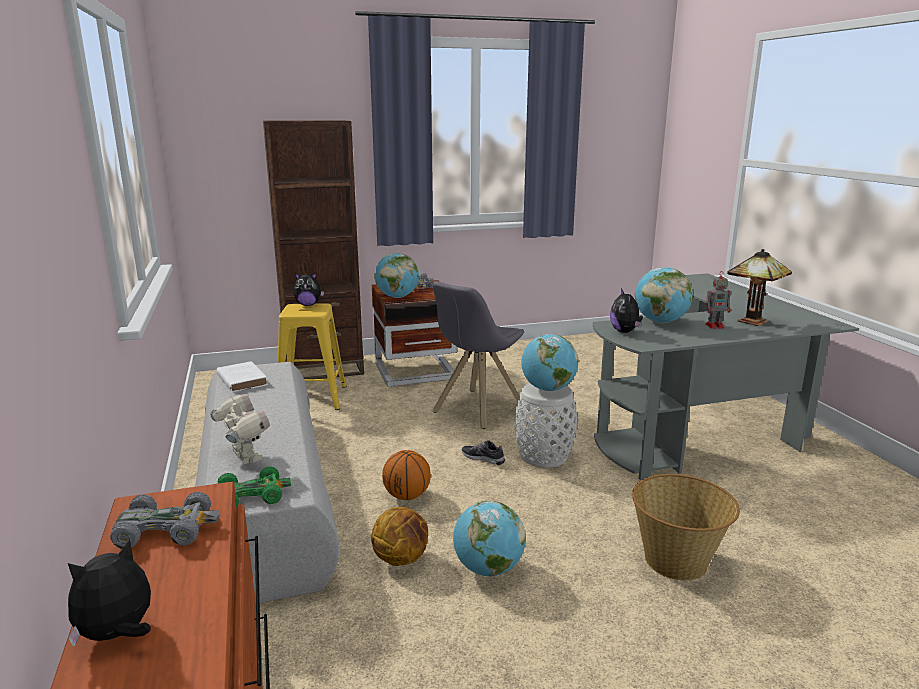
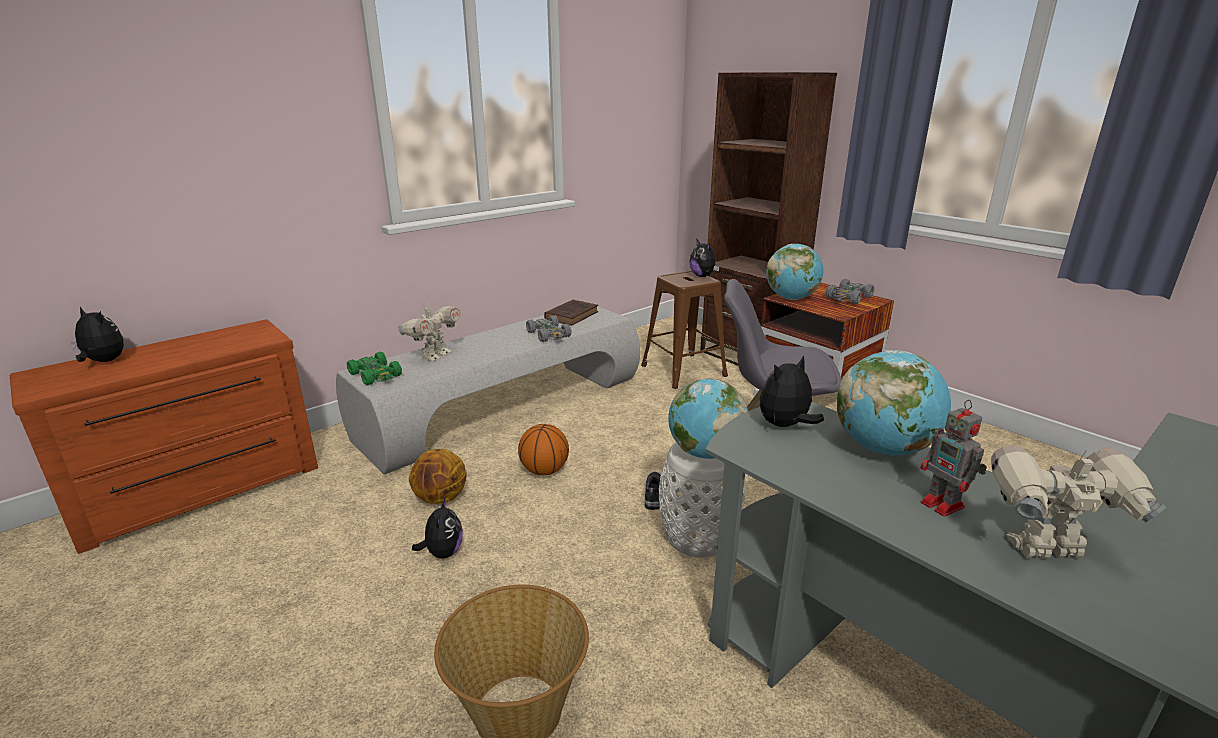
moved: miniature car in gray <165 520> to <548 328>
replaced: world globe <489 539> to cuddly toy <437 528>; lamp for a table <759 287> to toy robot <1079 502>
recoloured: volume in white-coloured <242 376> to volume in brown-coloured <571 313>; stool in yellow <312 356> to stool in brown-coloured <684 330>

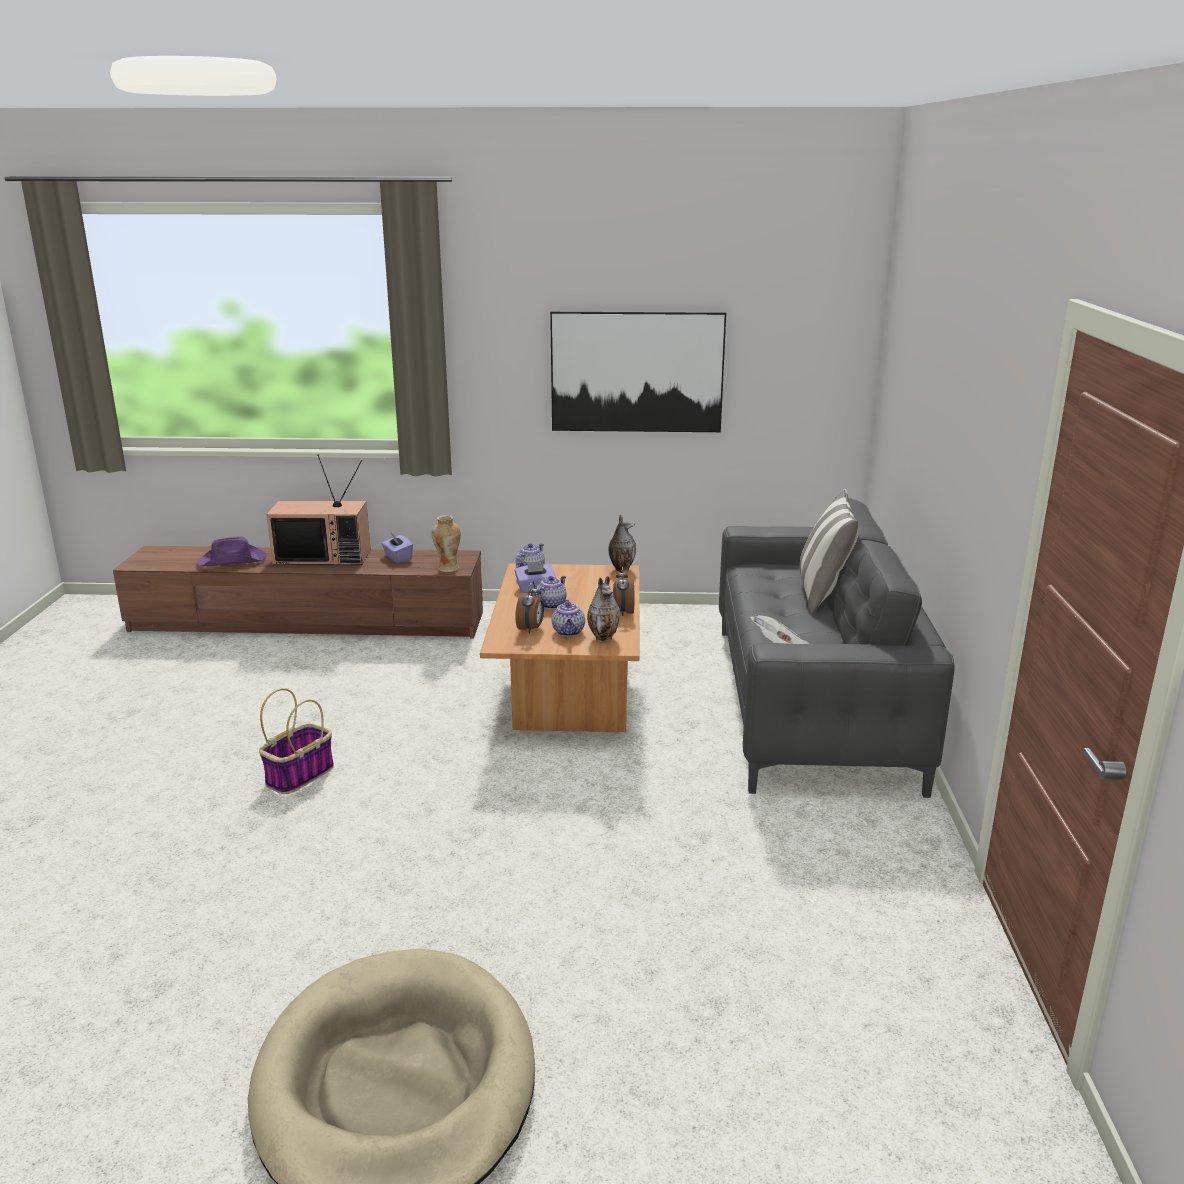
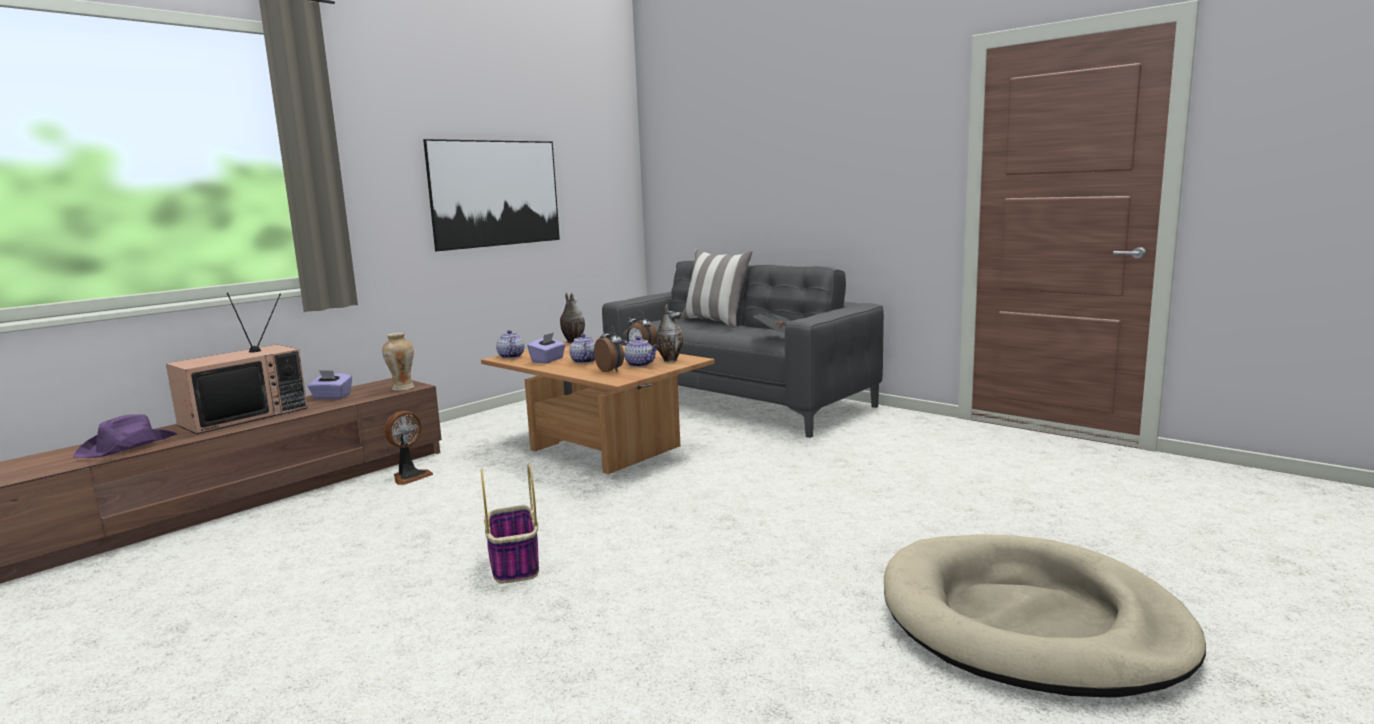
added: electric fan <409 448>

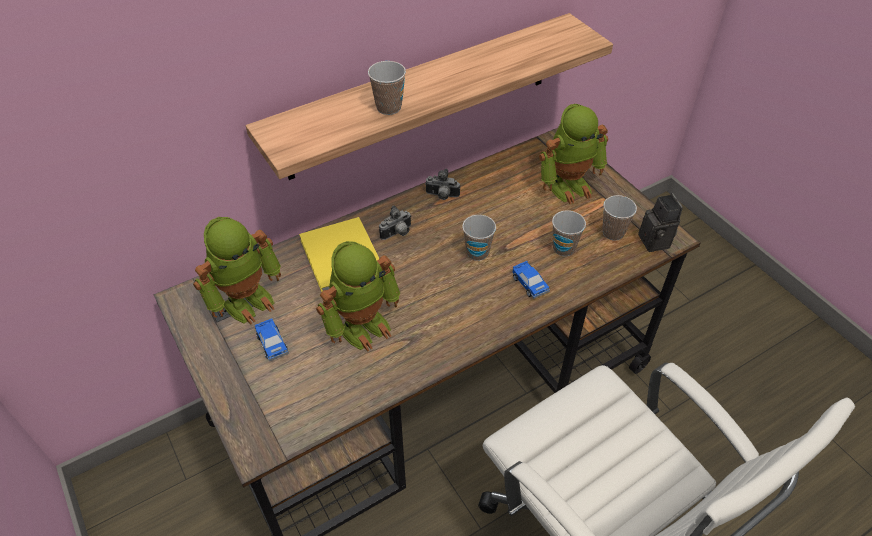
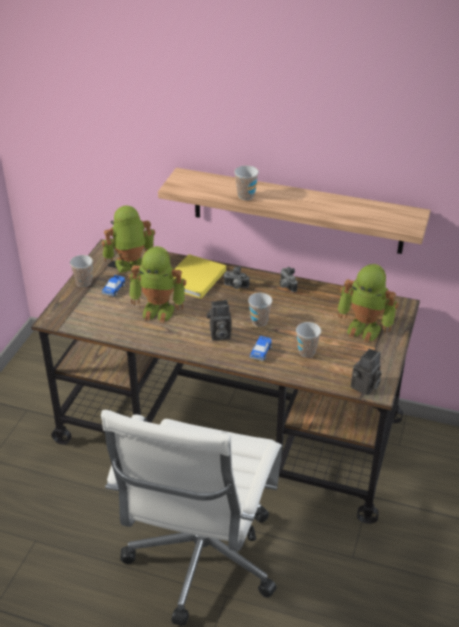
added: photo camera <219 320>
moved: drinking cup <619 218> to <81 271>
turned: toy robot <237 270> = <128 239> 150 degrees clockwise

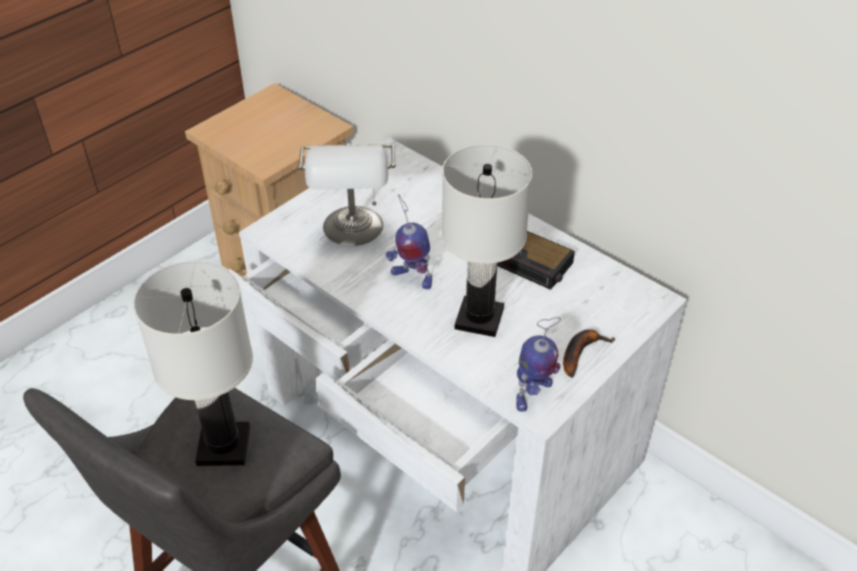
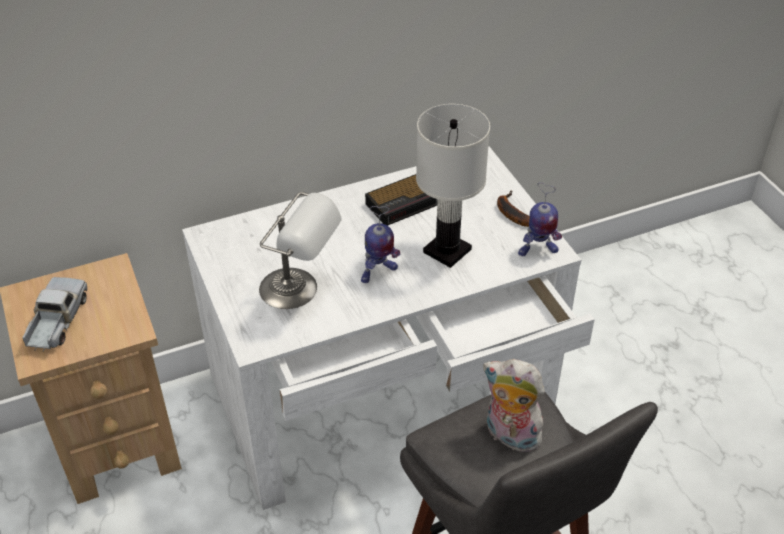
added: model truck <54 314>
replaced: lamp for a table in white-coloured <193 363> to cuddly toy <514 405>
turned: toy robot <538 364> = <540 219> 105 degrees clockwise

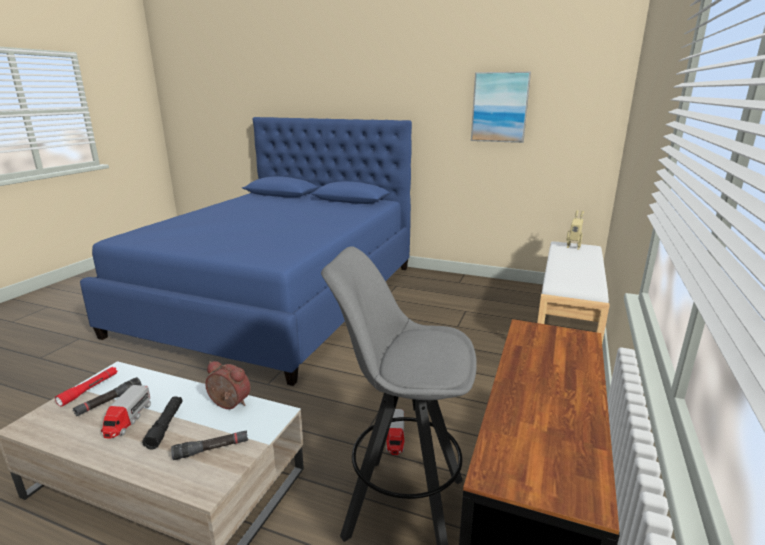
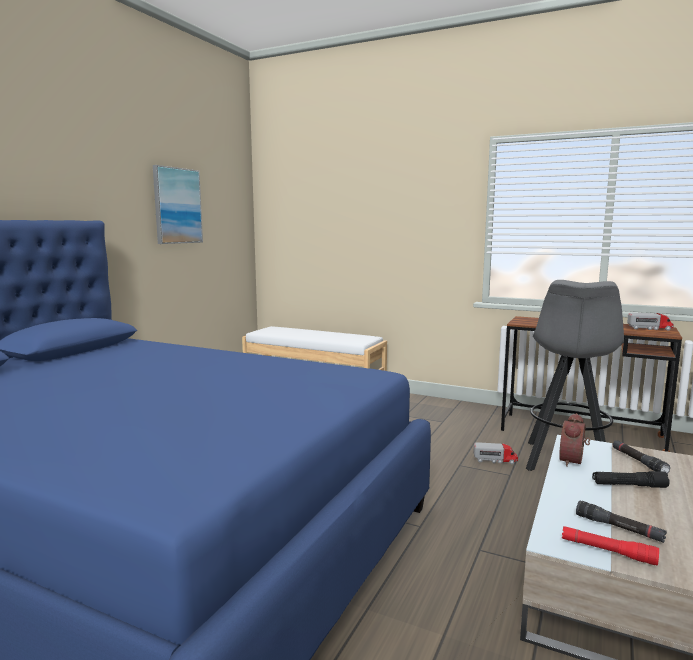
removed: toy robot <575 230>
moved: model truck <126 412> to <650 321>

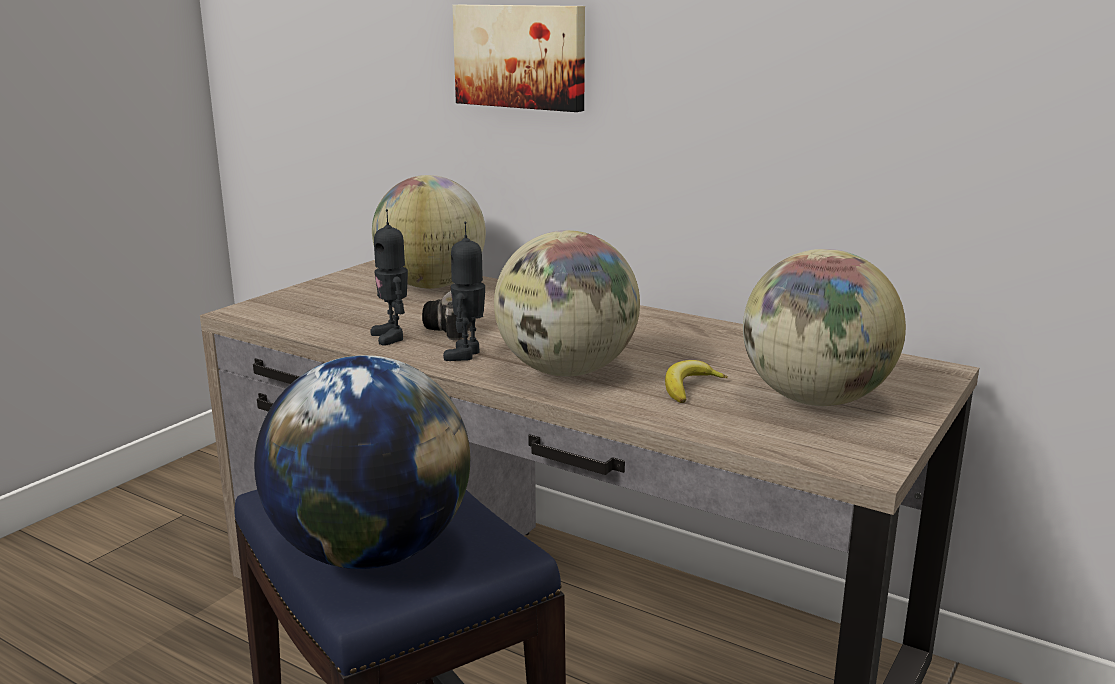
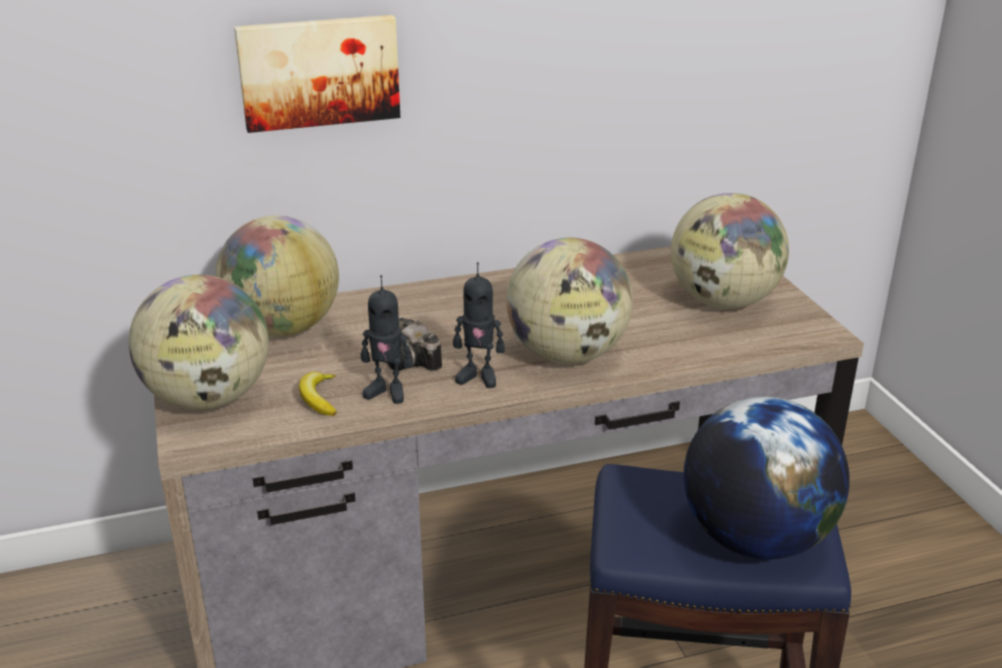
added: world globe <199 342>
moved: whole banana <696 381> to <318 394>
turned: toy robot <464 291> = <479 325> 45 degrees counterclockwise

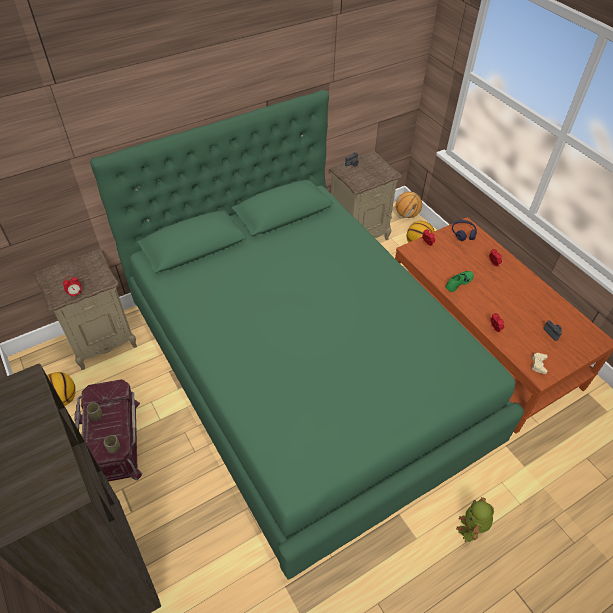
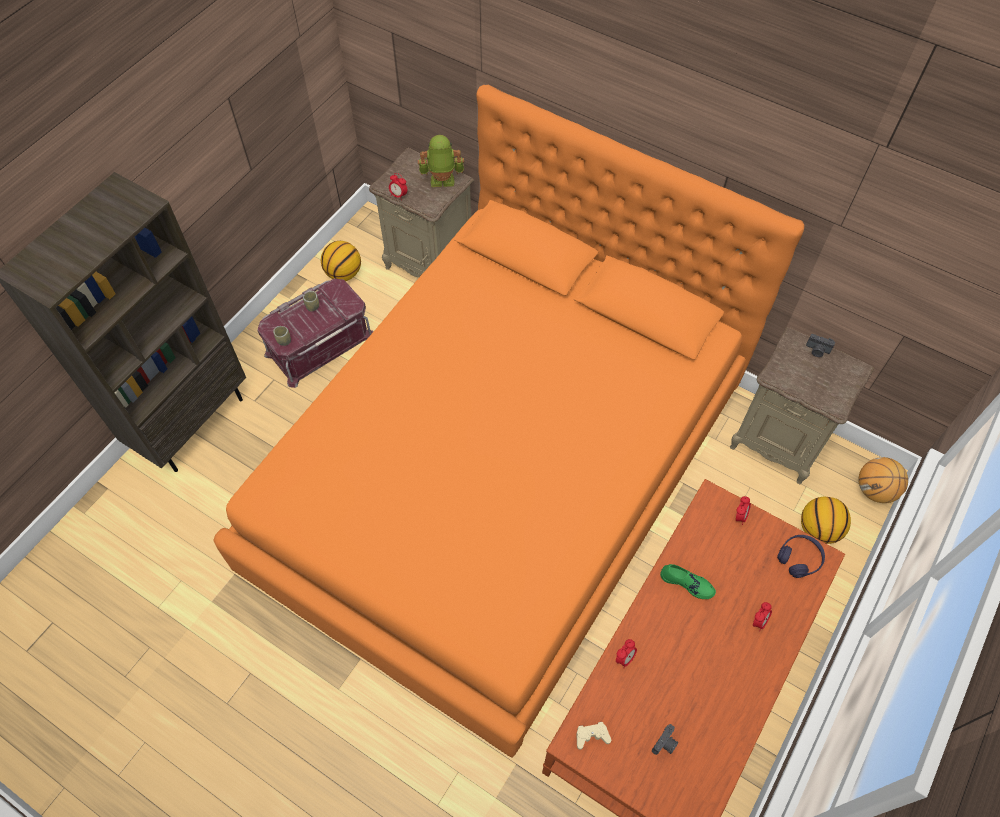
moved: toy robot <475 519> to <441 161>
recoloured: bedroom bed in green-coloured <307 335> to bedroom bed in orange-coloured <508 421>

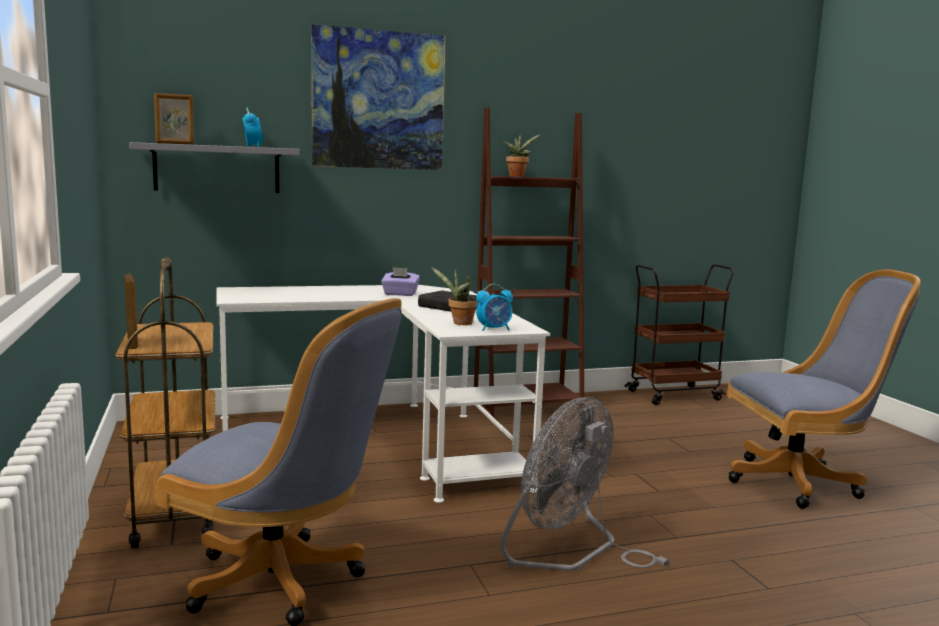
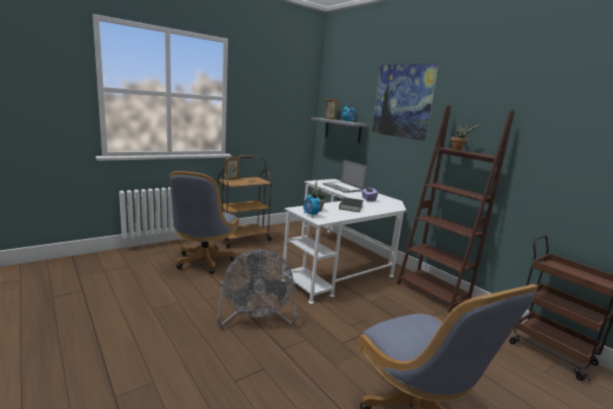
added: notebook computer <345 176>
turned: electric fan in gray <585 484> = <257 288> 150 degrees clockwise

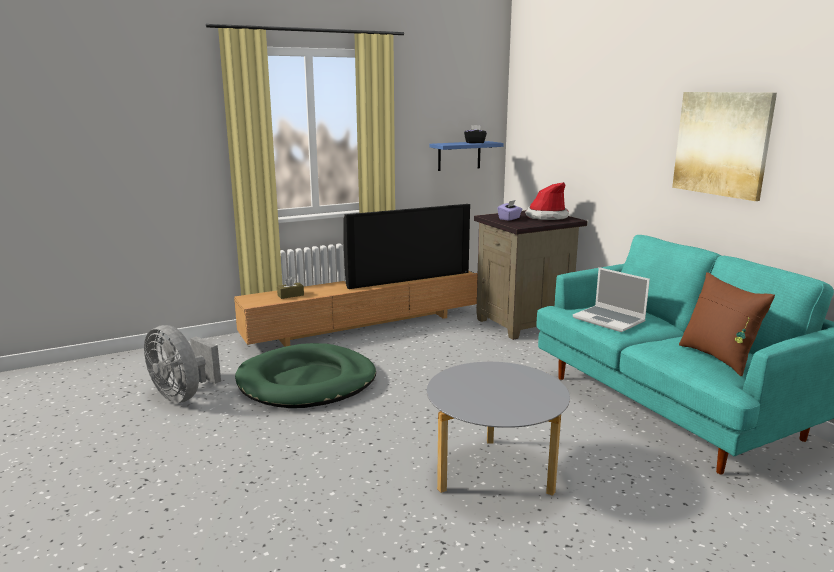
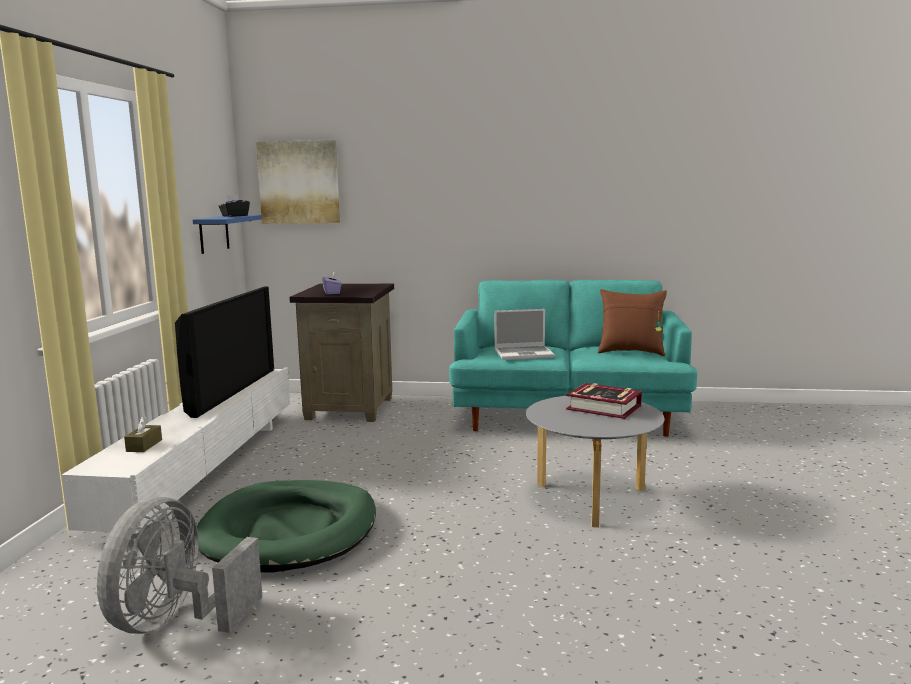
removed: wearable hat <547 201>
added: volume <604 401>
moved: wall picture <724 146> to <298 182>
recoloured: tv unit in brown-coloured <356 309> to tv unit in white-coloured <175 451>
turned: electric fan in gray <182 364> = <179 565> 120 degrees clockwise

